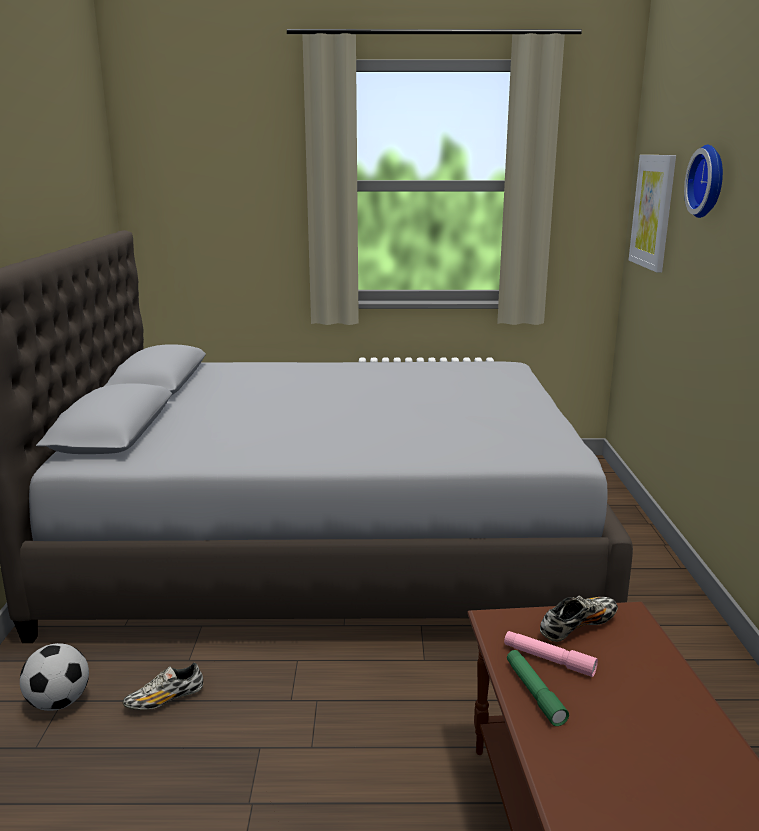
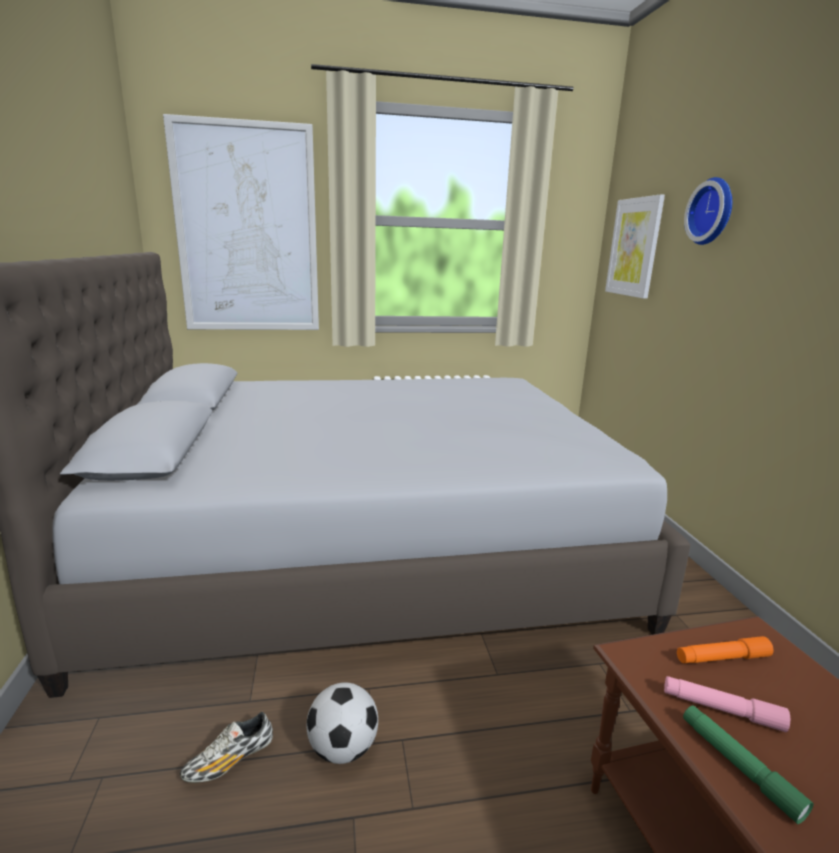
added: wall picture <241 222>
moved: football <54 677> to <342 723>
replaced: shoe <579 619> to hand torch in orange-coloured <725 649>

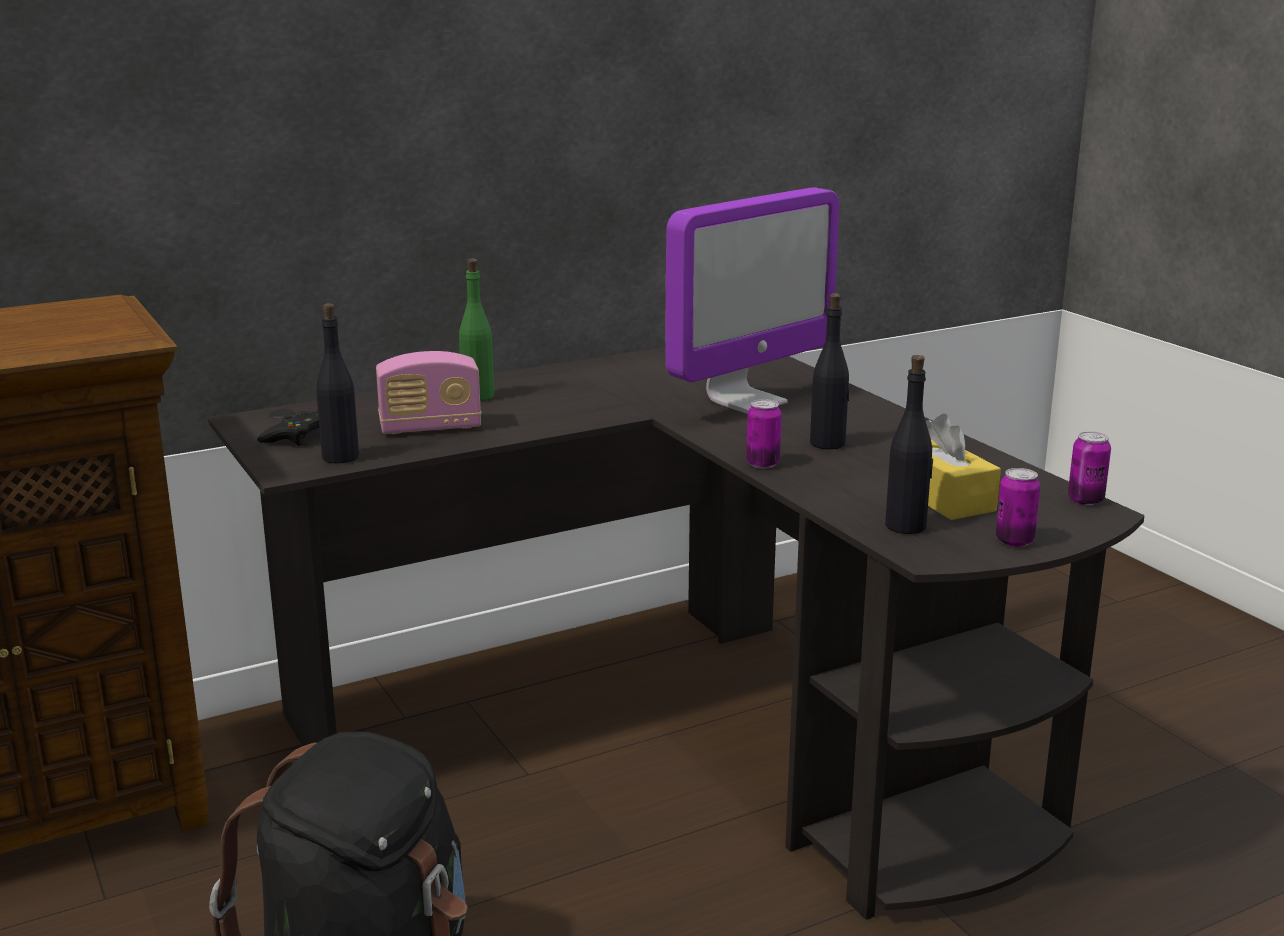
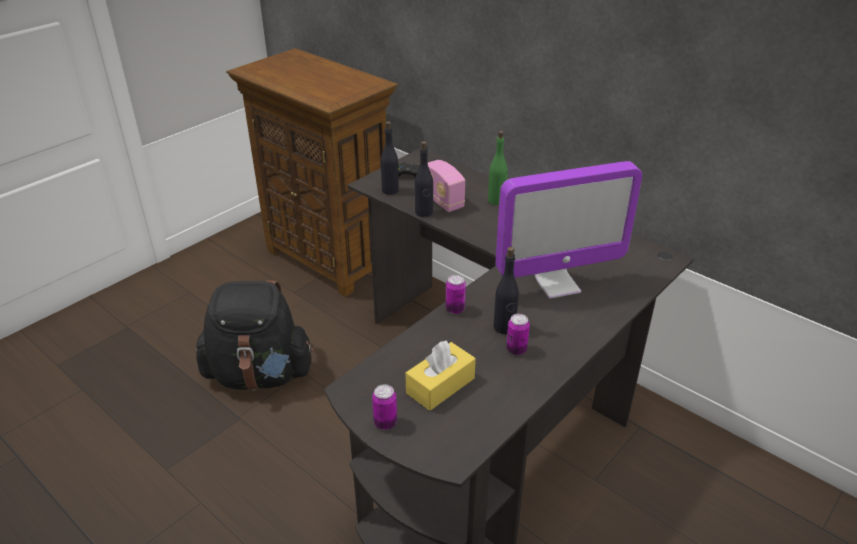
moved: beverage bottle in blackish <909 444> to <424 179>; sealed can <1089 468> to <518 334>
turned: monitor <752 300> = <569 230> 45 degrees counterclockwise

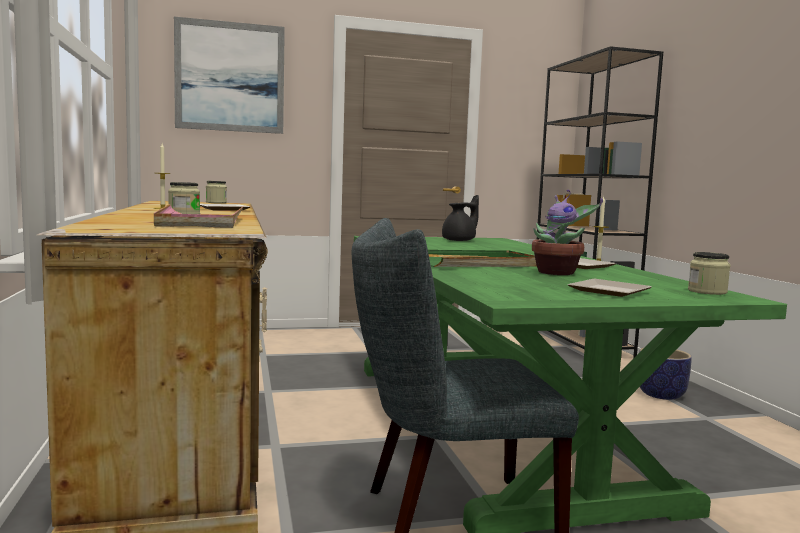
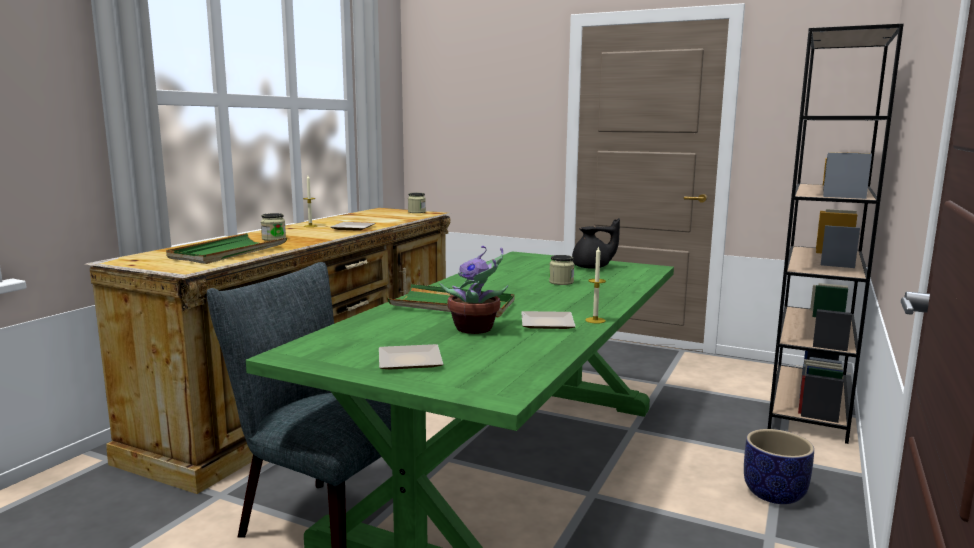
removed: wall picture <229 75>
moved: storage jar <709 273> to <561 270>
recoloured: serving tray in pinkish <199 216> to serving tray in green-coloured <226 248>

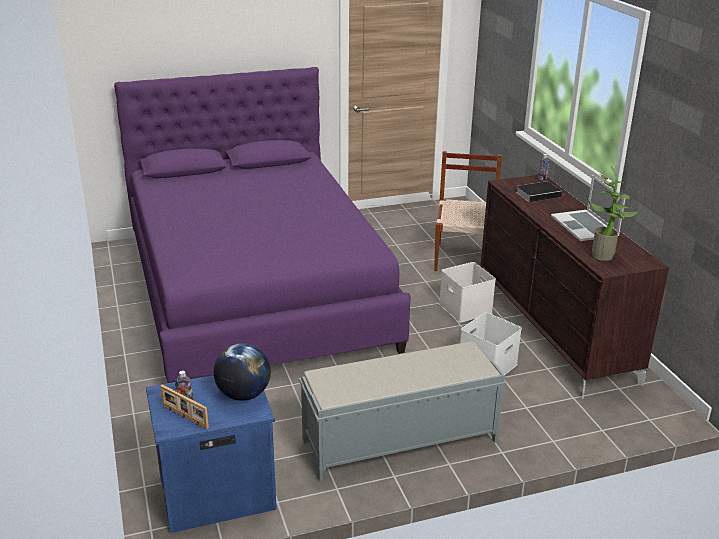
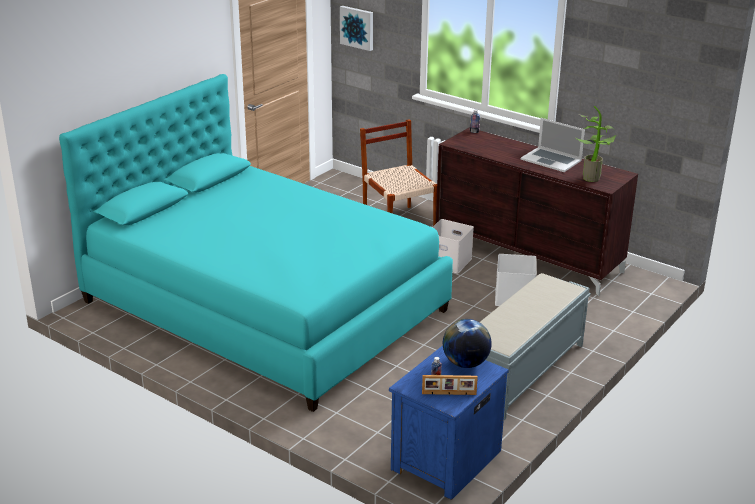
removed: volume <539 191>
added: wall picture <356 28>
recoloured: bedroom bed in purple <262 225> to bedroom bed in turquoise <256 243>

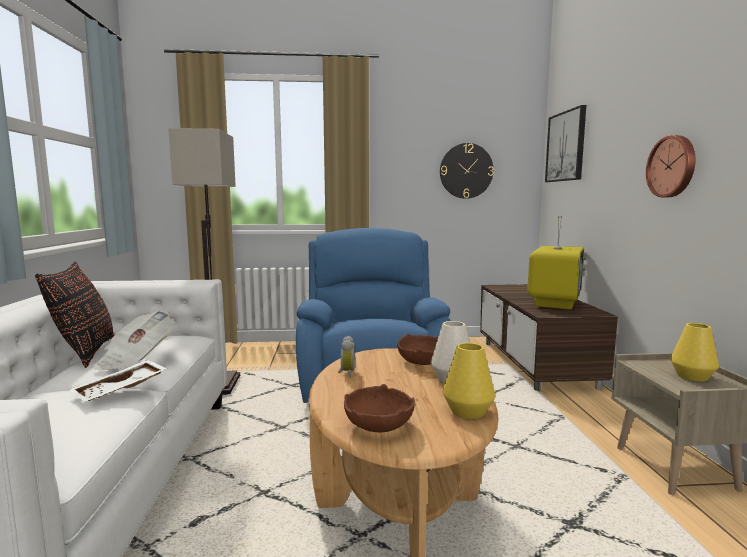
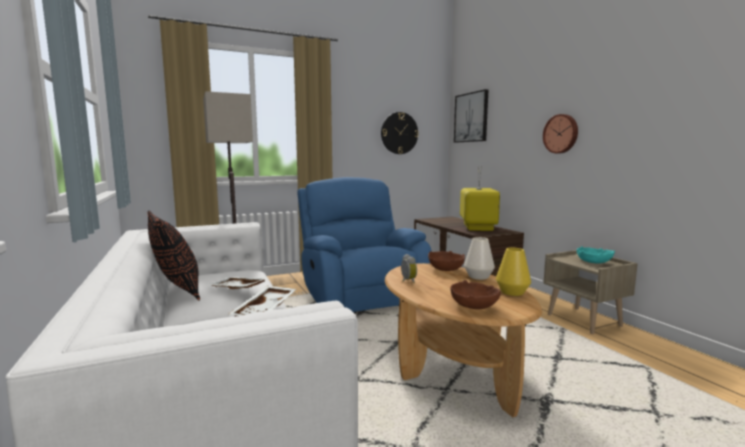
replaced: newspaper <134 340> to serving tray in white-coloured <238 283>; flower vase in yellow <694 352> to serving bowl in turquoise <596 255>

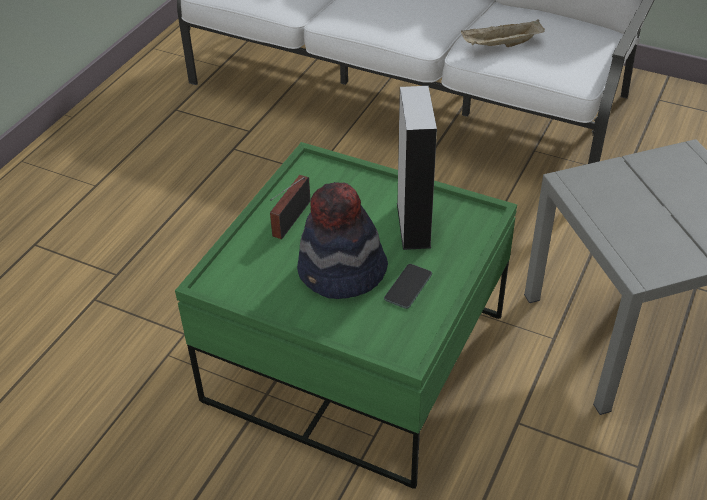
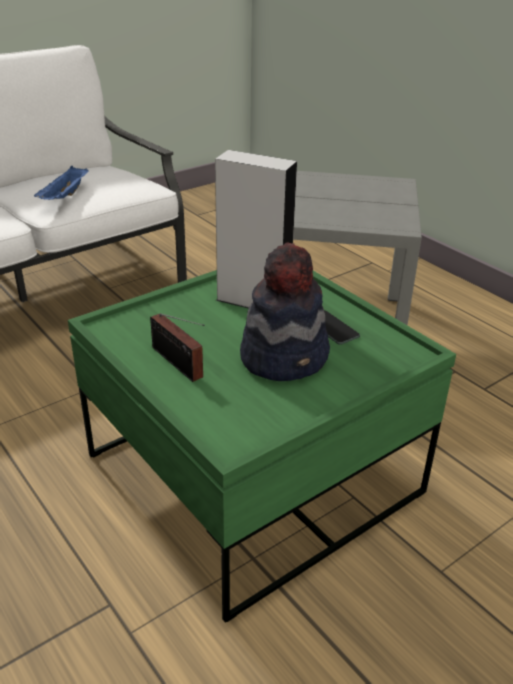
recoloured: serving tray in beige-coloured <503 33> to serving tray in blue <61 183>

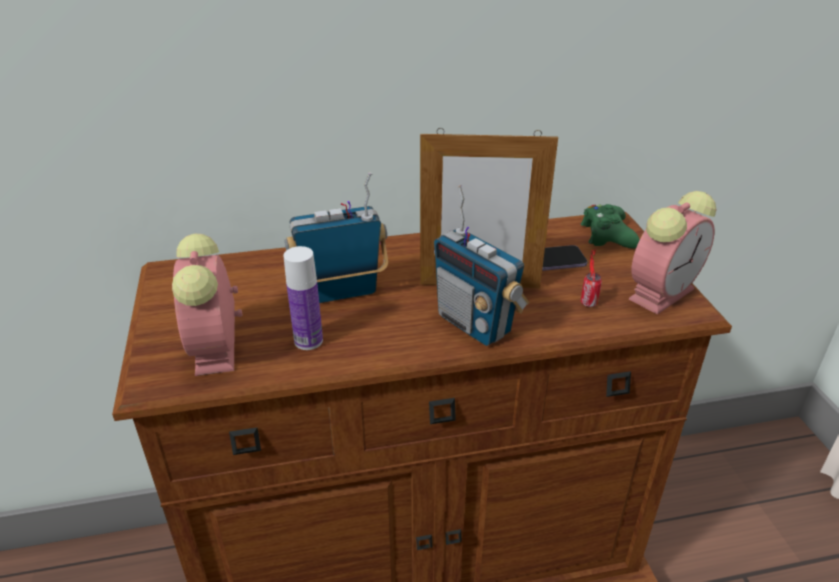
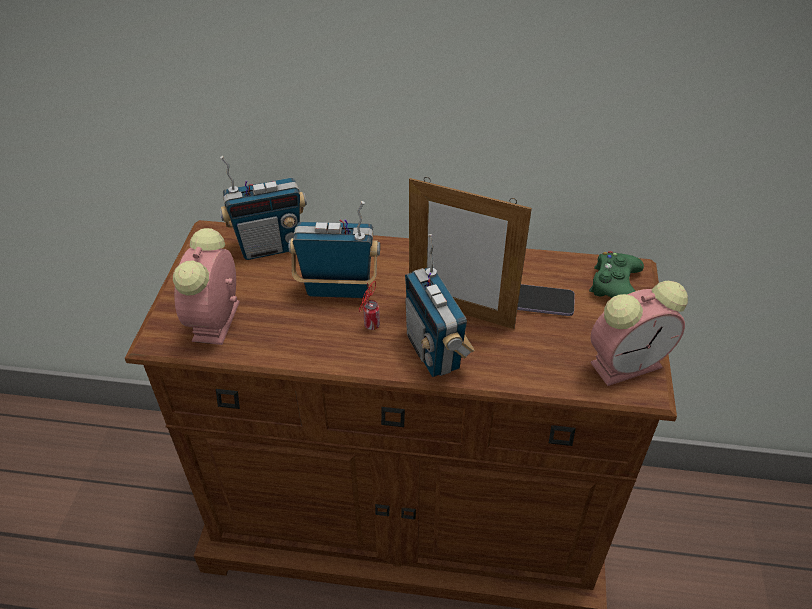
removed: beverage bottle <303 298>
added: radio set <263 208>
moved: sealed can <591 278> to <369 305>

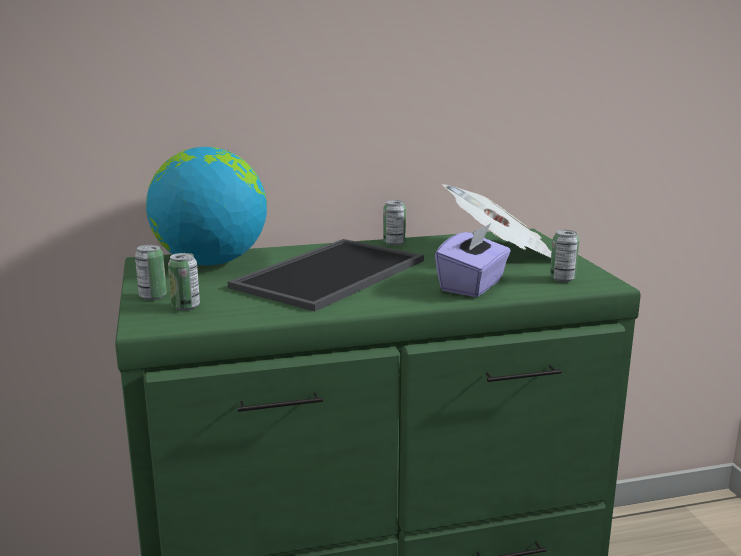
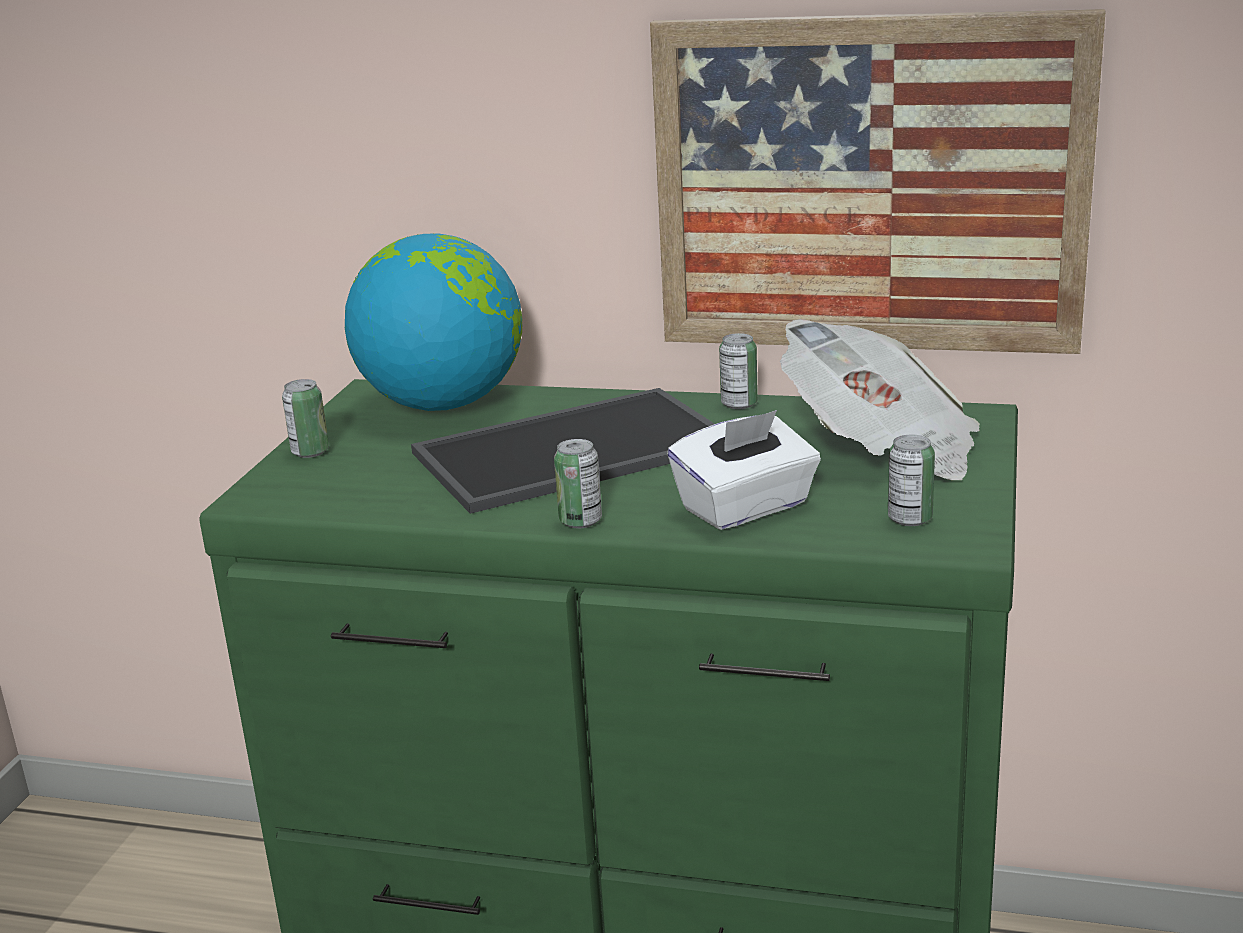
added: wall picture <878 181>
moved: sealed can <184 282> to <578 483>
recoloured: tissue box in purple <473 260> to tissue box in white-coloured <744 470>

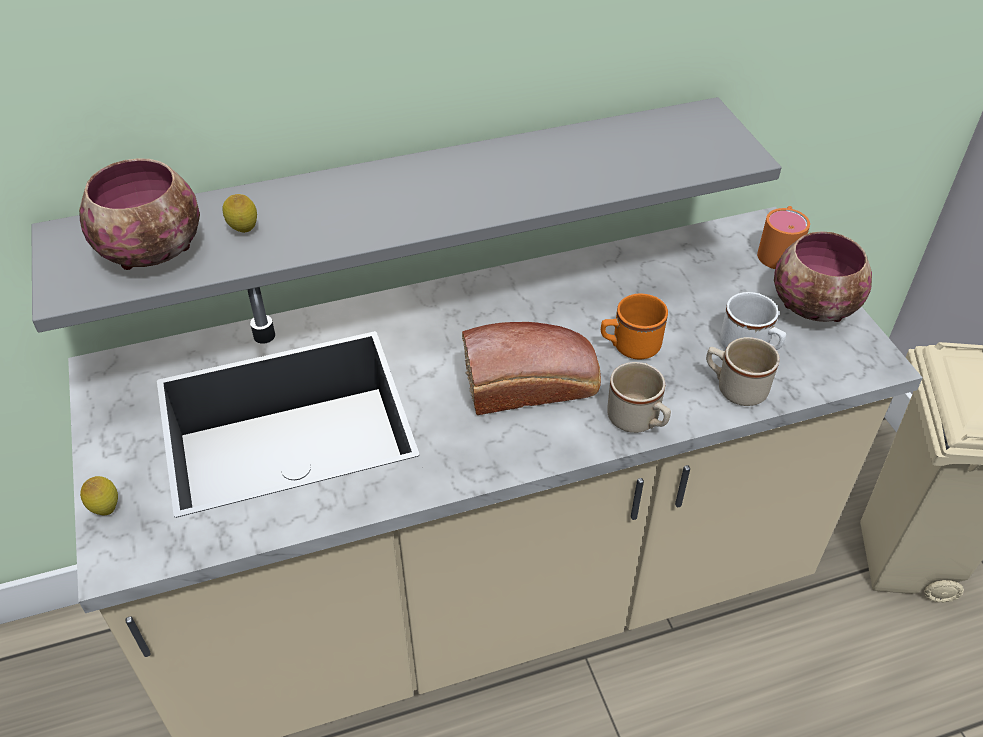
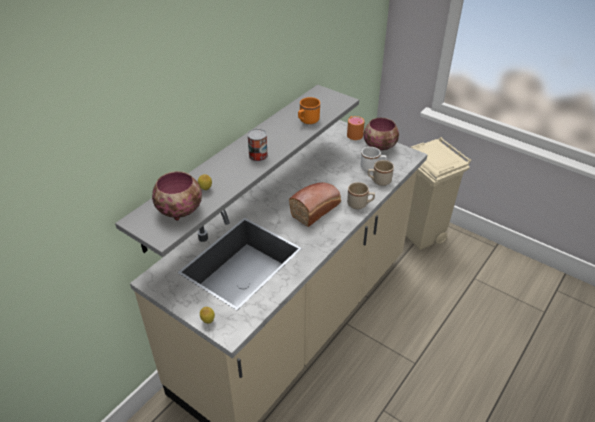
added: sealed can <257 145>
moved: tea mug in orange-coloured <634 326> to <309 110>

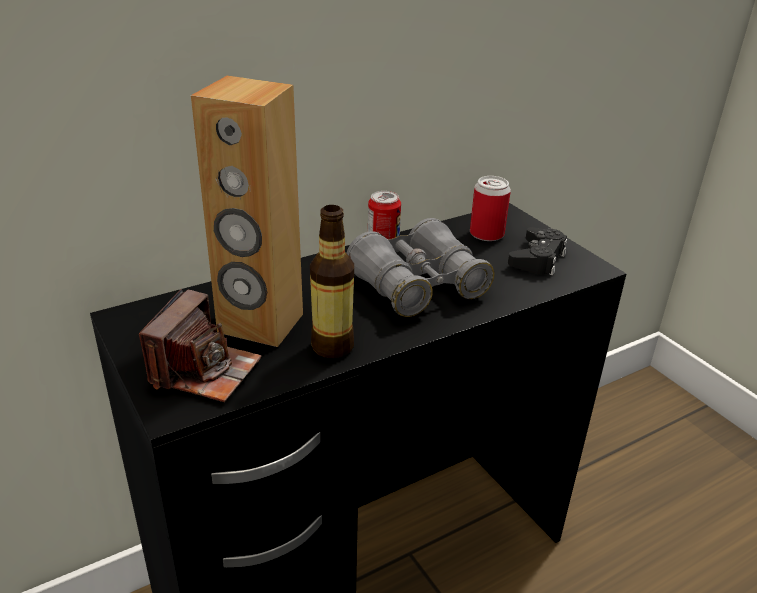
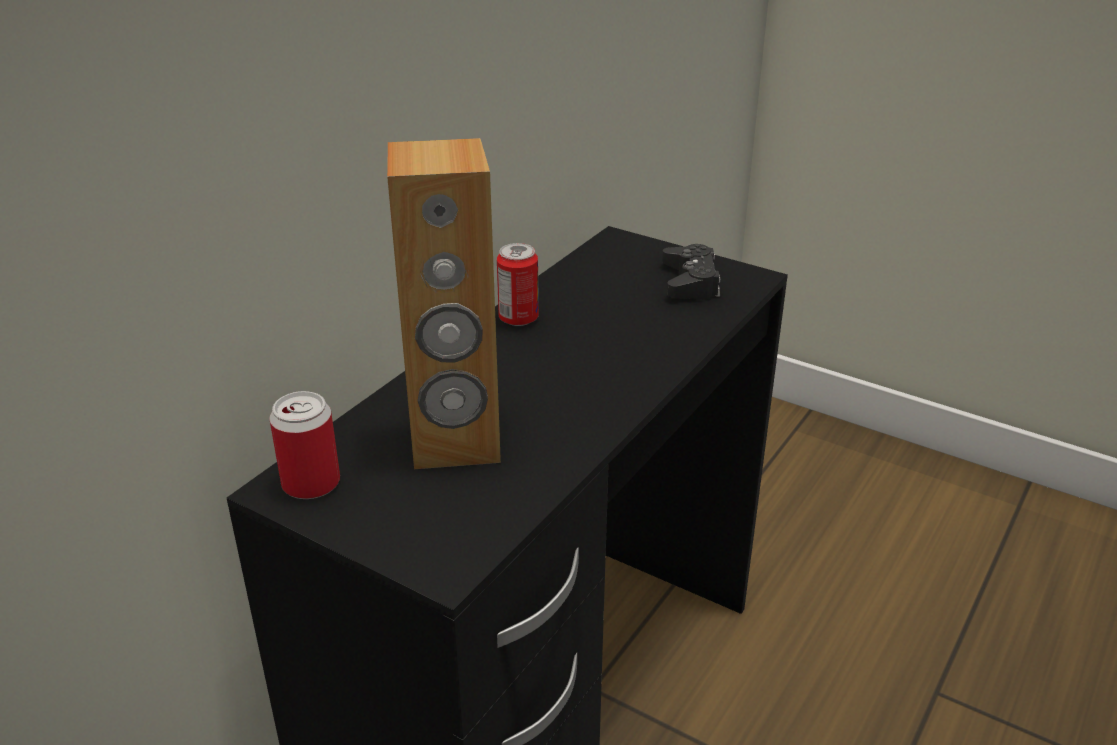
removed: photo camera <200 345>; beverage bottle <332 281>; binoculars in gray <421 267>
moved: sealed can <490 208> to <304 445>

